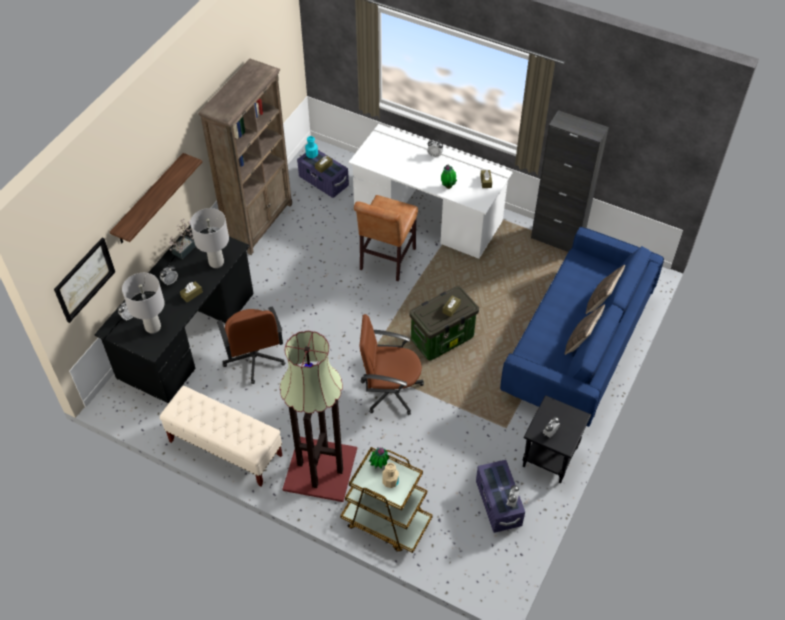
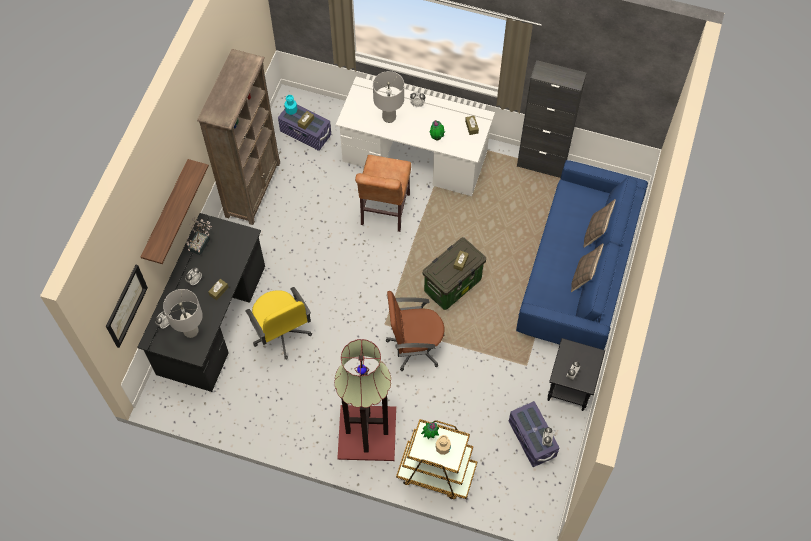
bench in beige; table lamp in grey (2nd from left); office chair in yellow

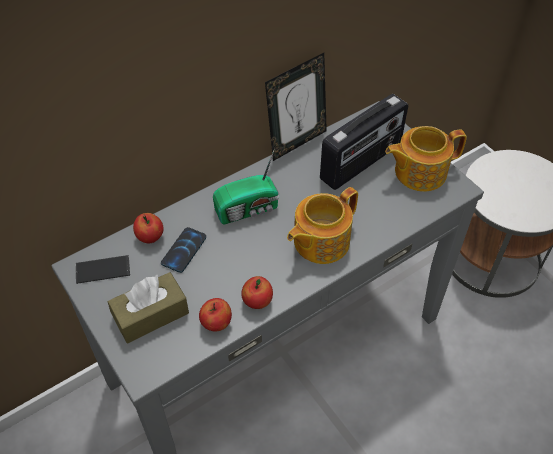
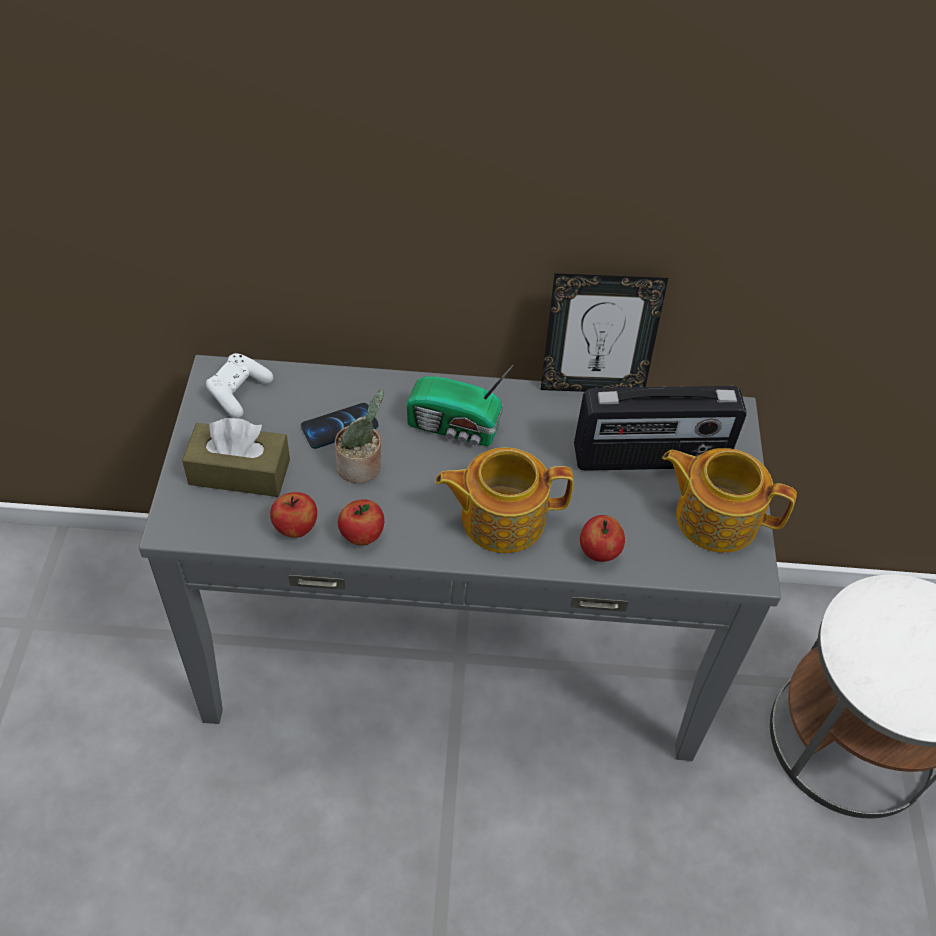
potted plant; apple (3rd from left); game controller in white

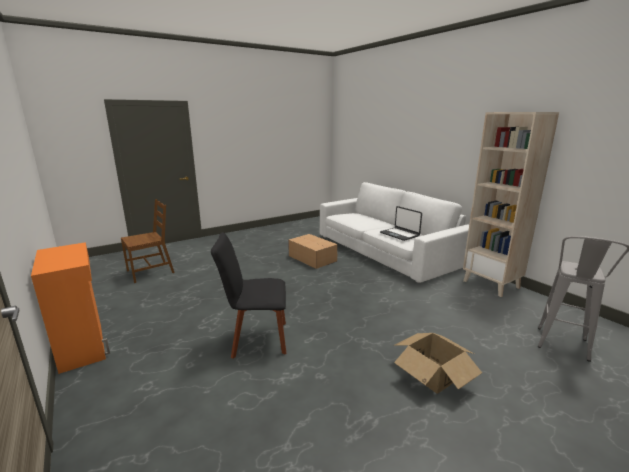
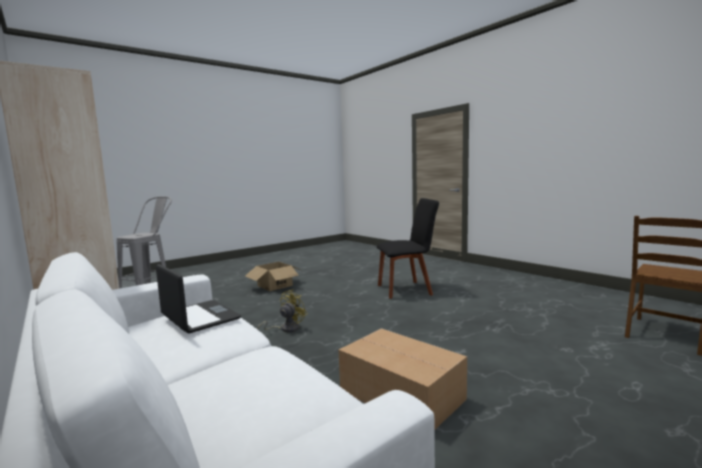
cabinet in orange; fan in yellow

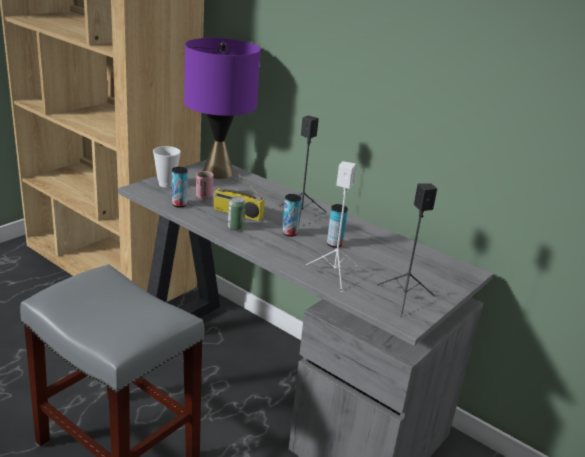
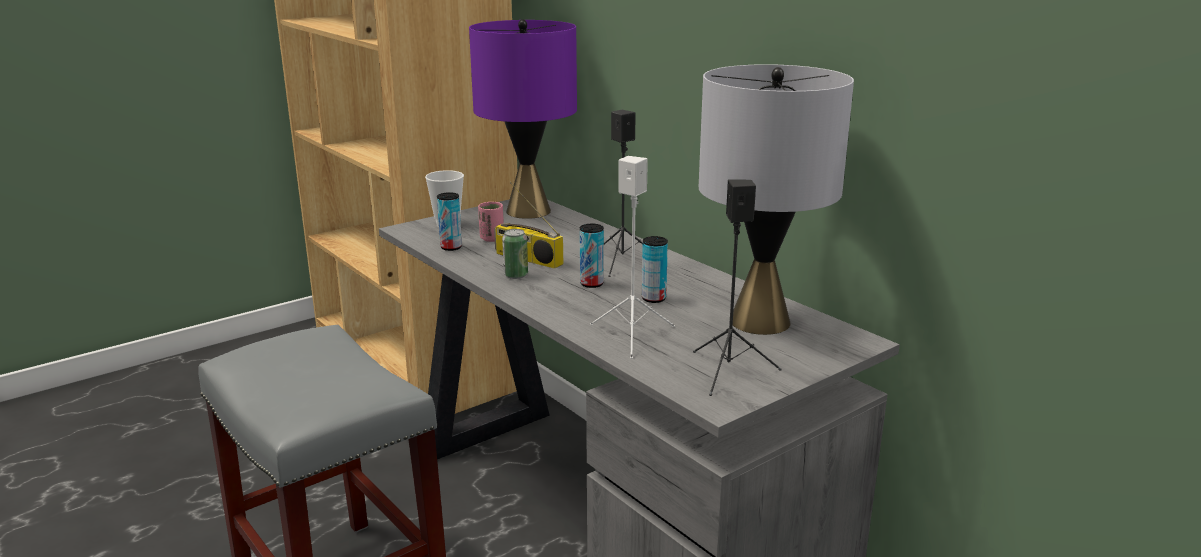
table lamp in grey

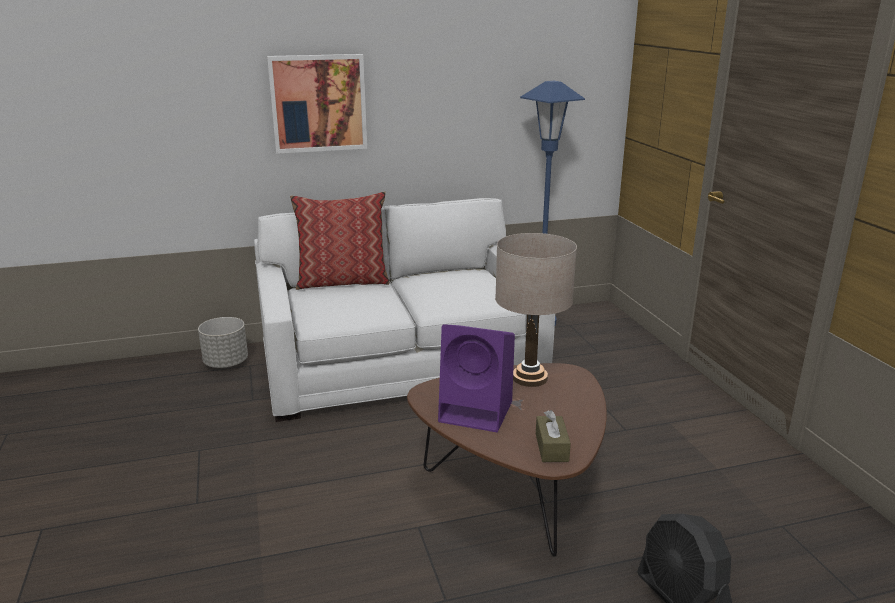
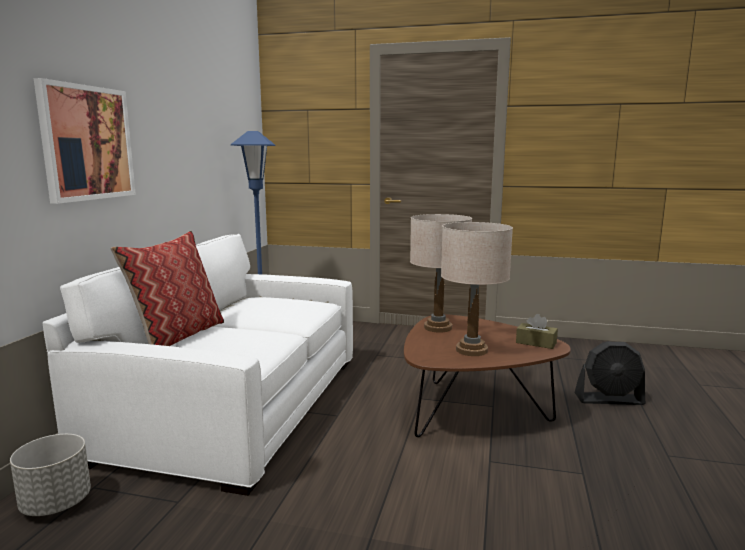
table lamp in beige (2nd from left)

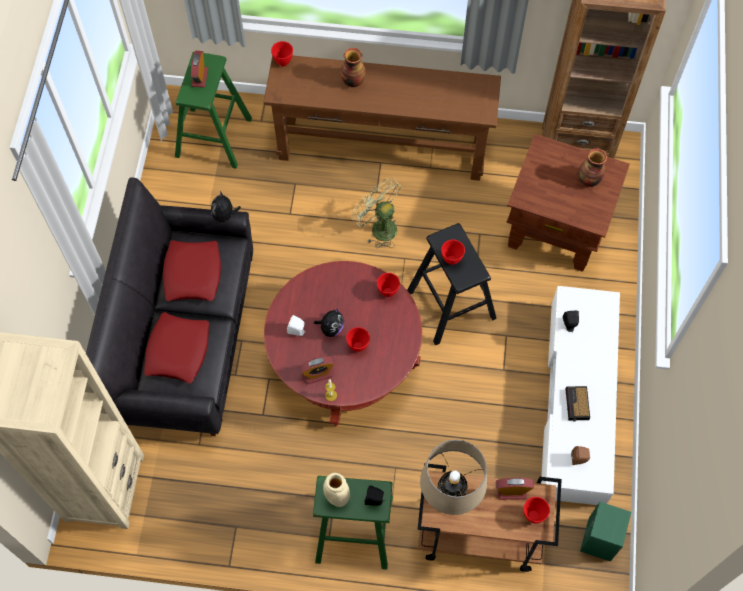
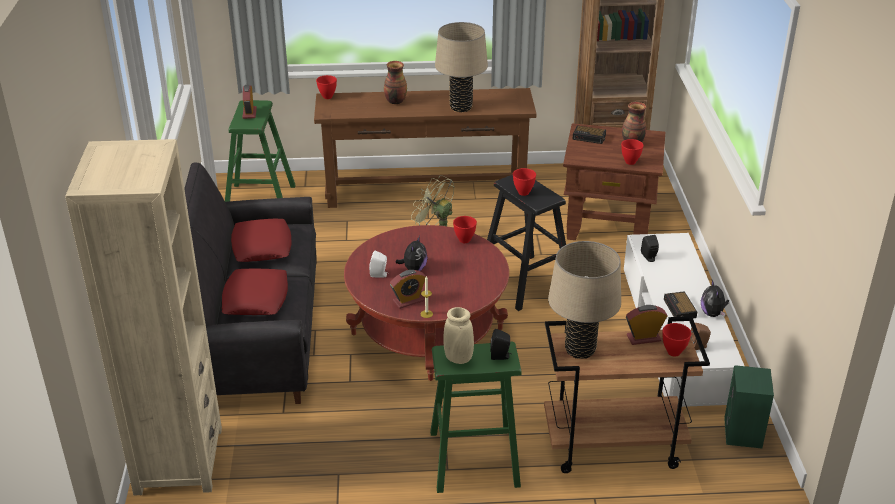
table lamp in beige (1st from left); alarm clock (3rd from left); plush toy (2nd from left); bowl in red (4th from left)

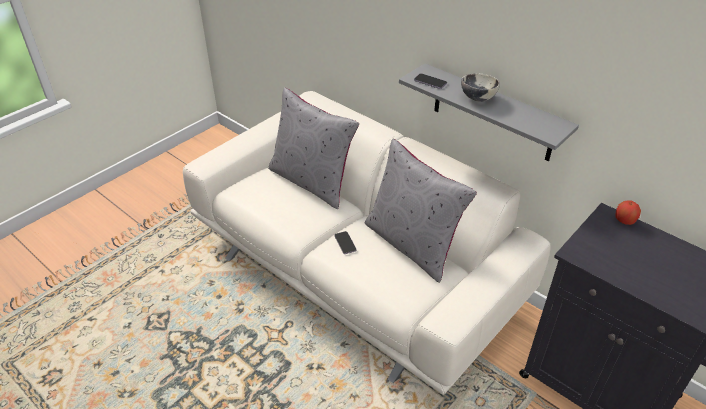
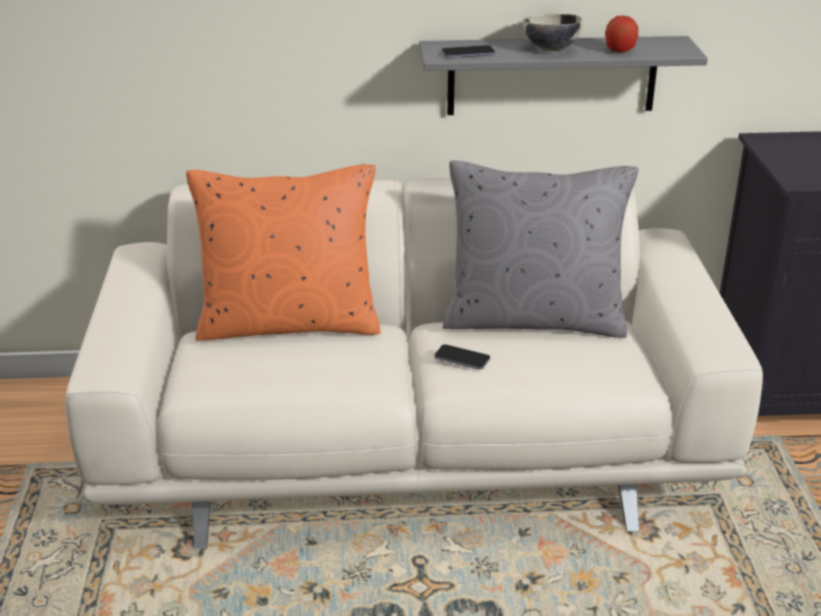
apple; pillow in orange

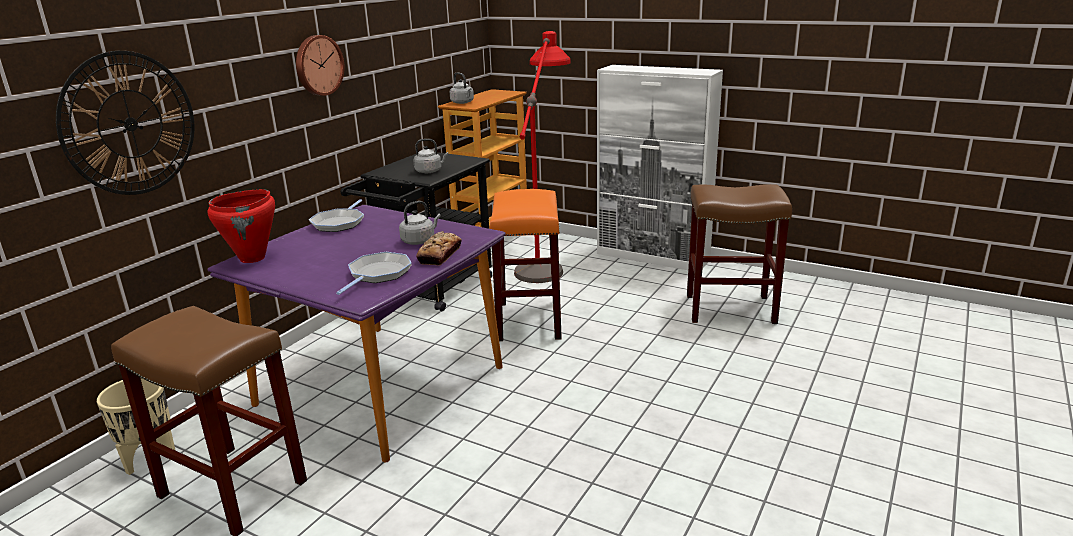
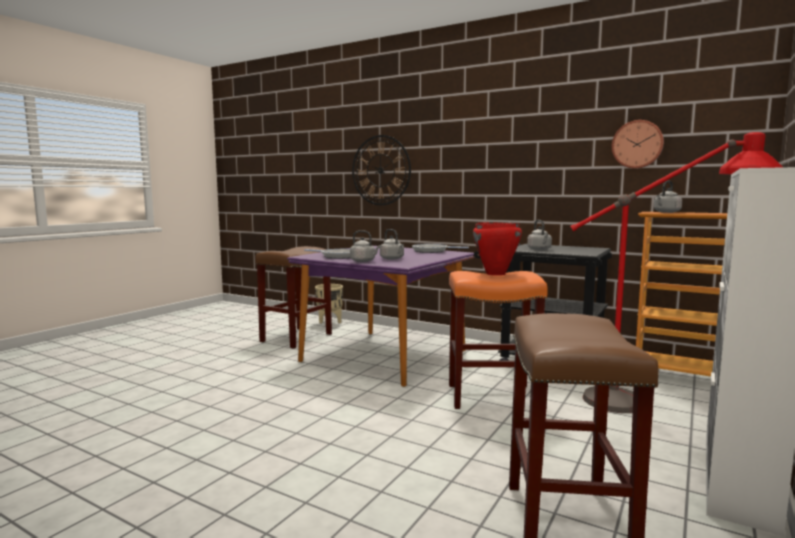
cooking pot in red; wall clock (2nd from left); kettle in grey (1st from left)

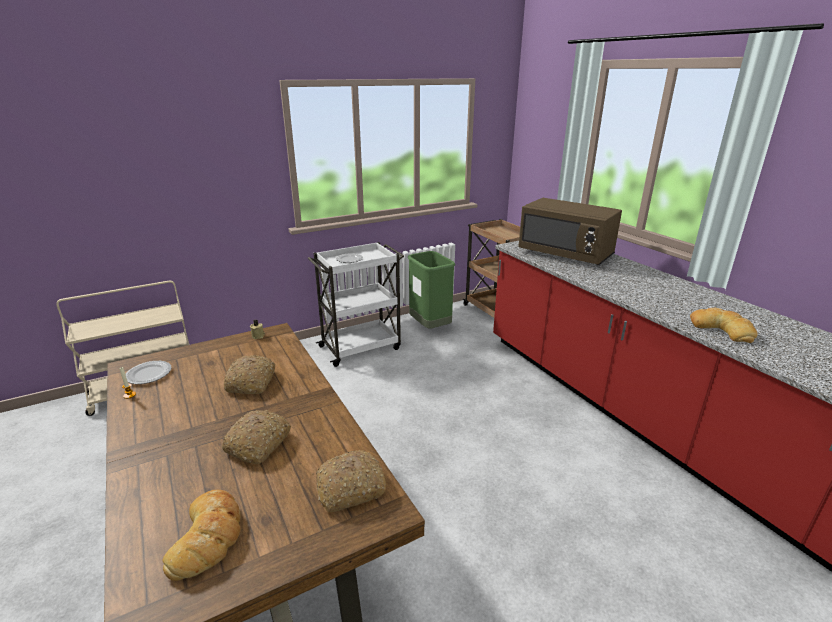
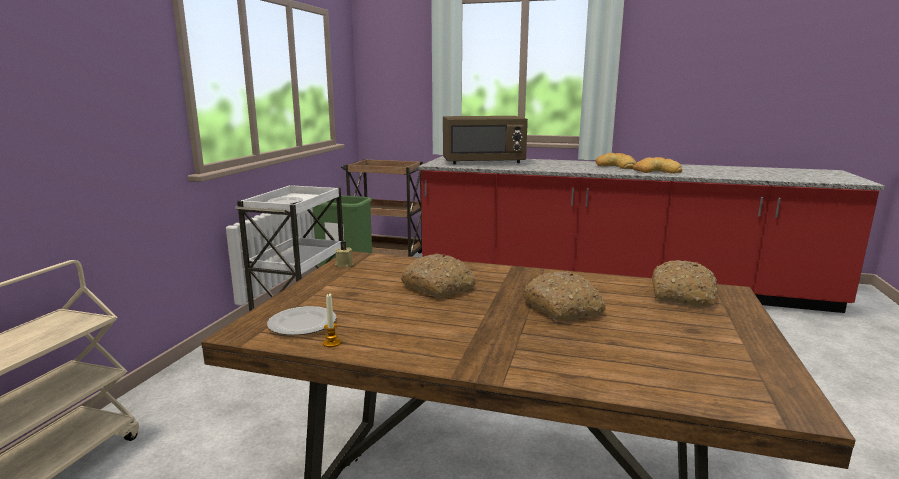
bread (3rd from left)

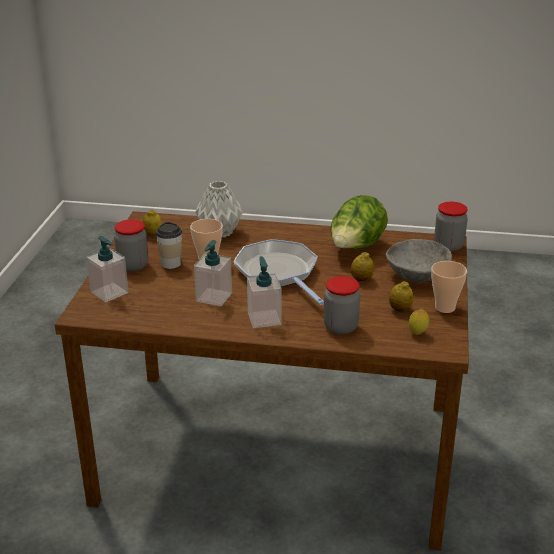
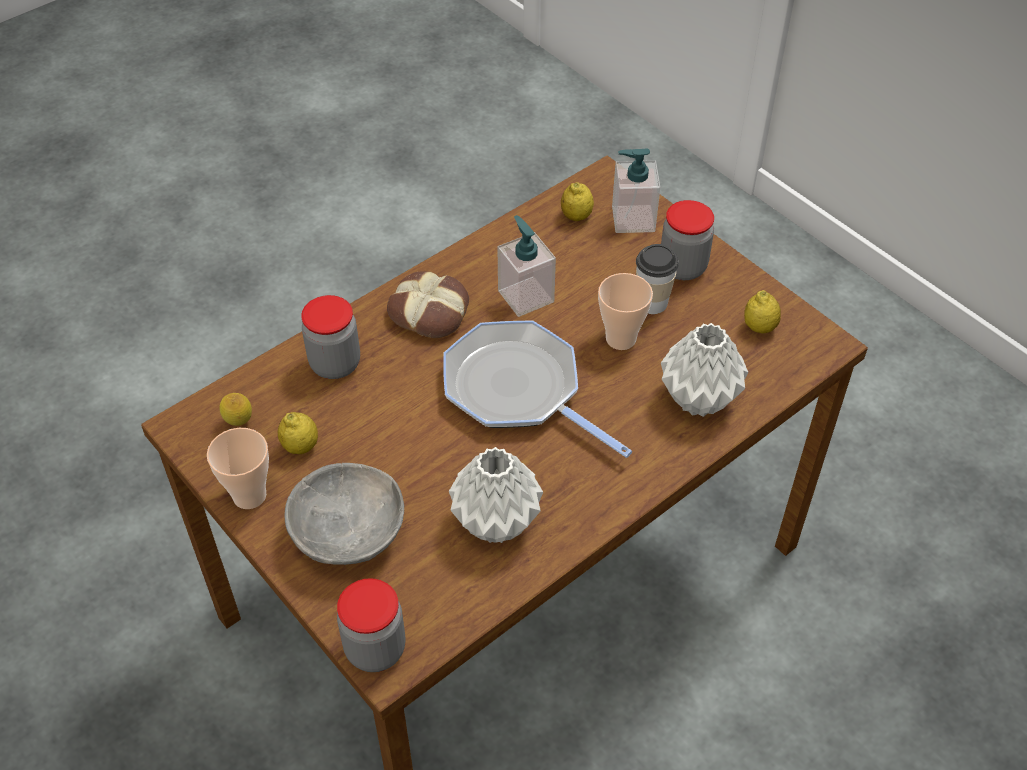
lemon (3rd from left); bread; vase in grey (1st from left); frying pan

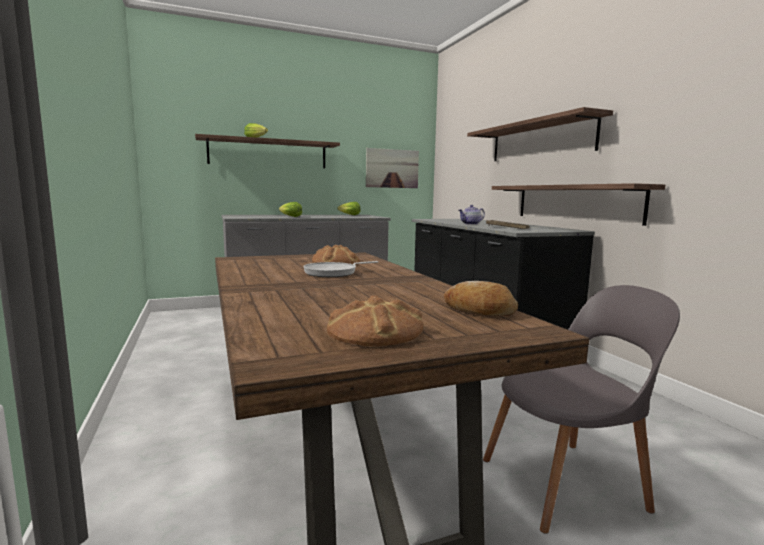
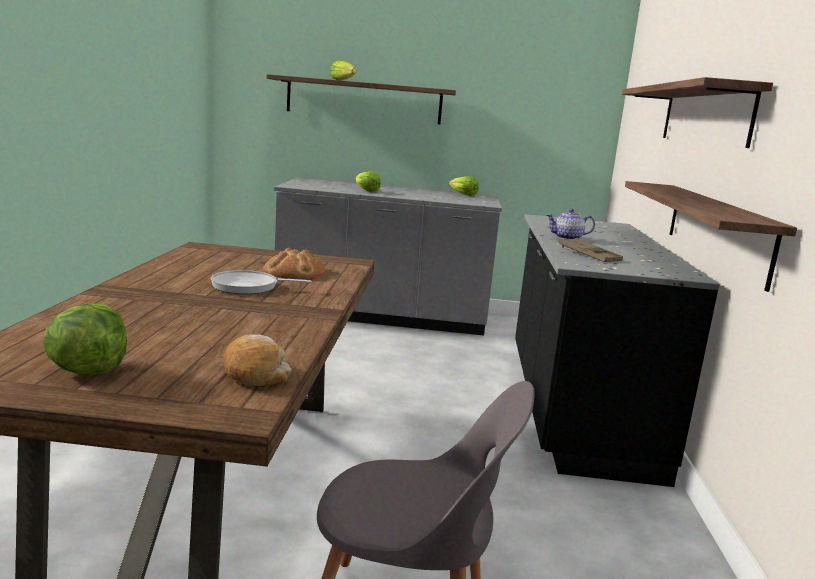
picture; lettuce (1st from left)

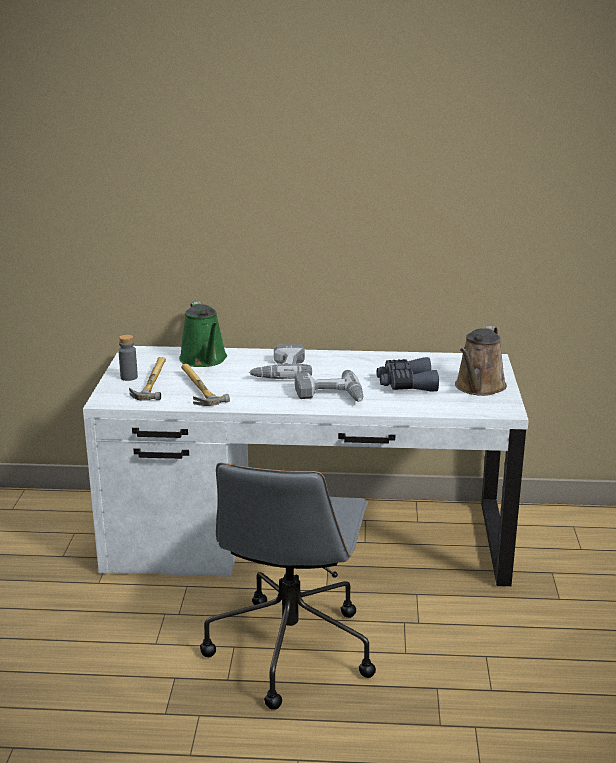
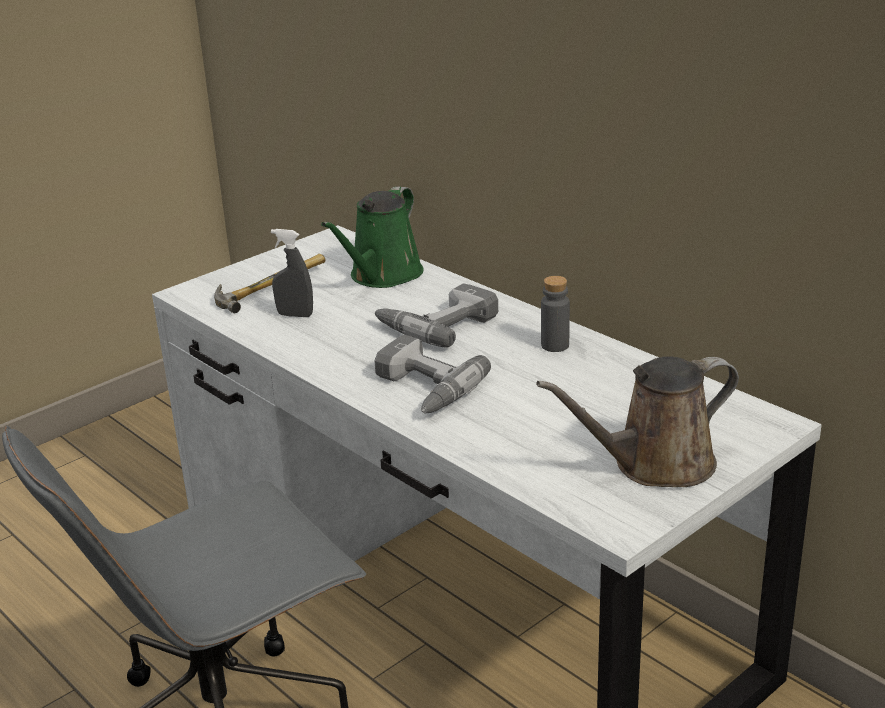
binoculars in grey; bottle in grey; spray bottle in grey

